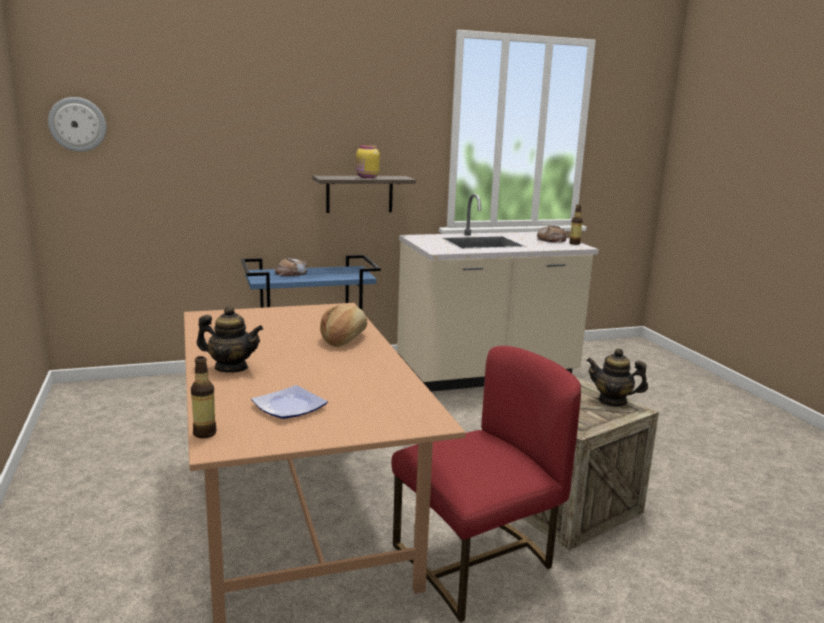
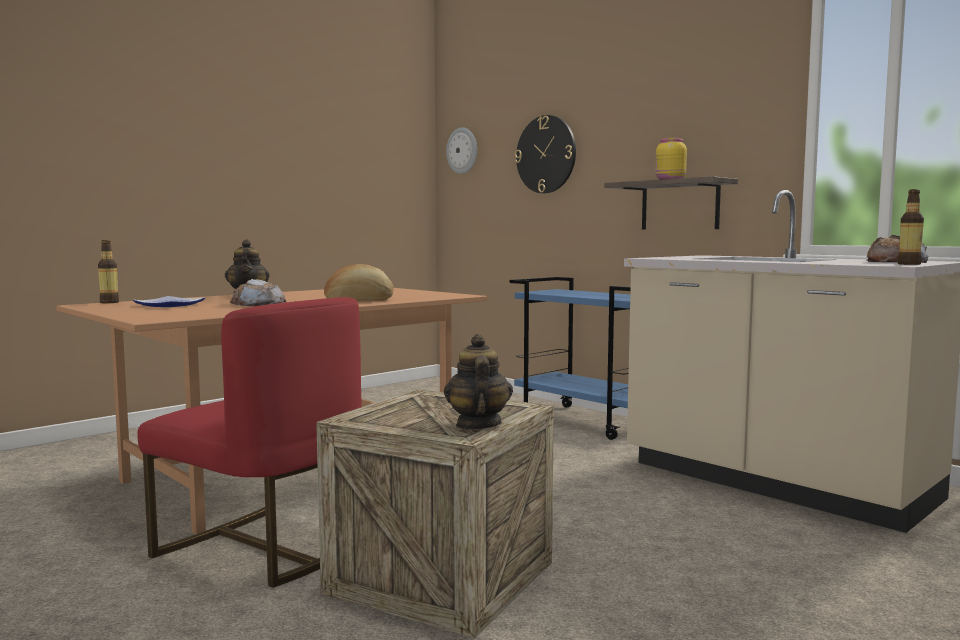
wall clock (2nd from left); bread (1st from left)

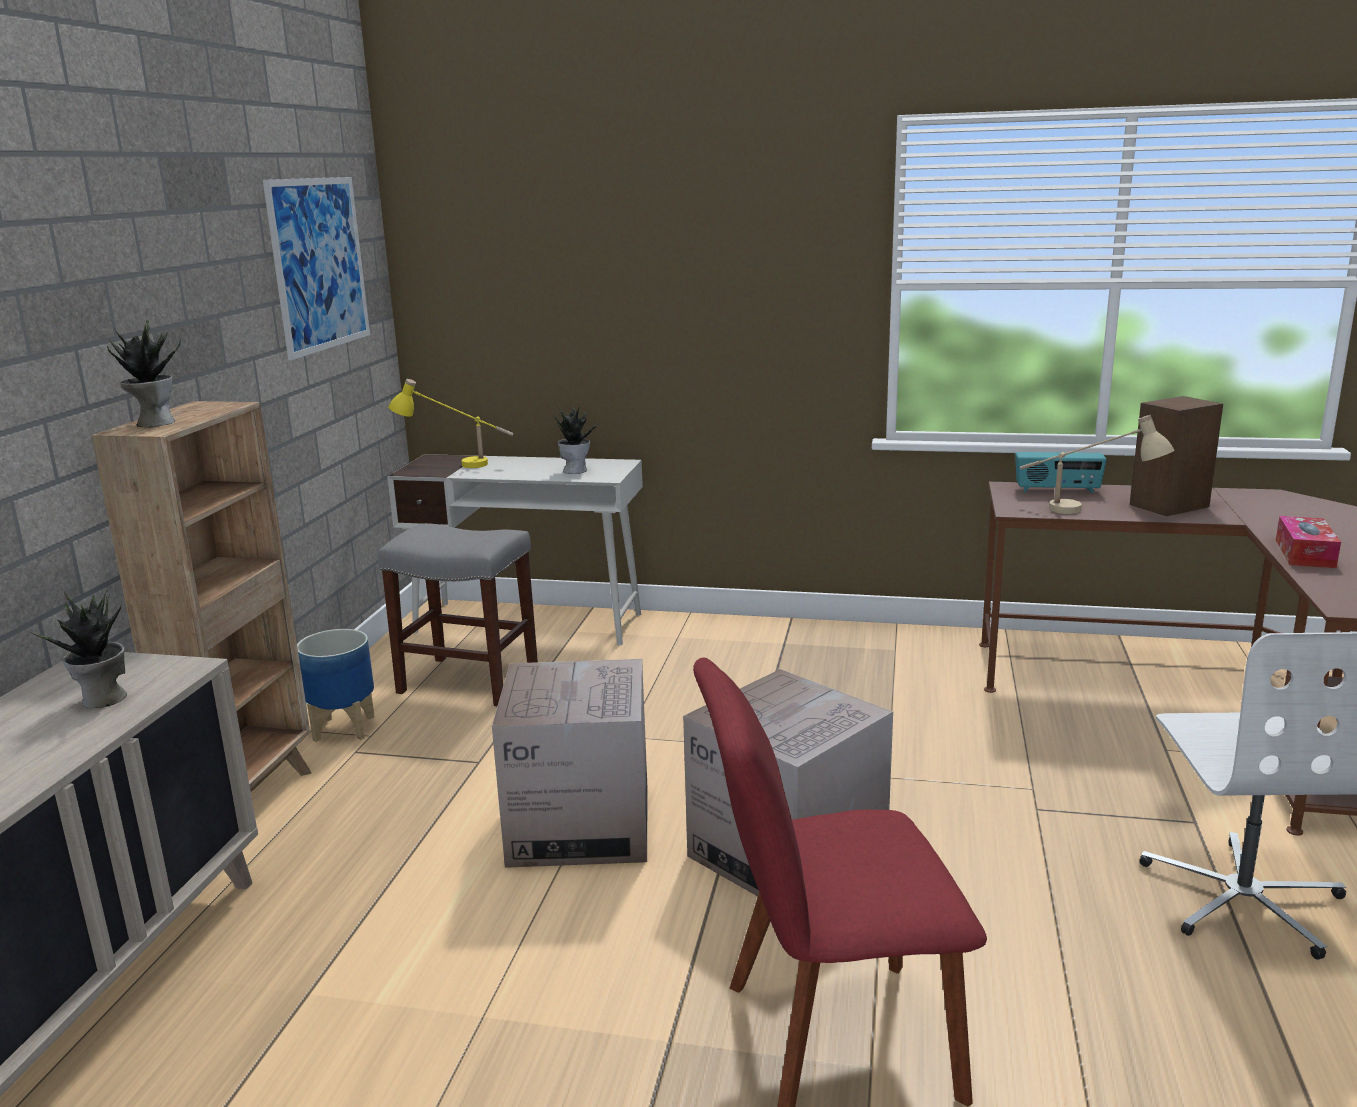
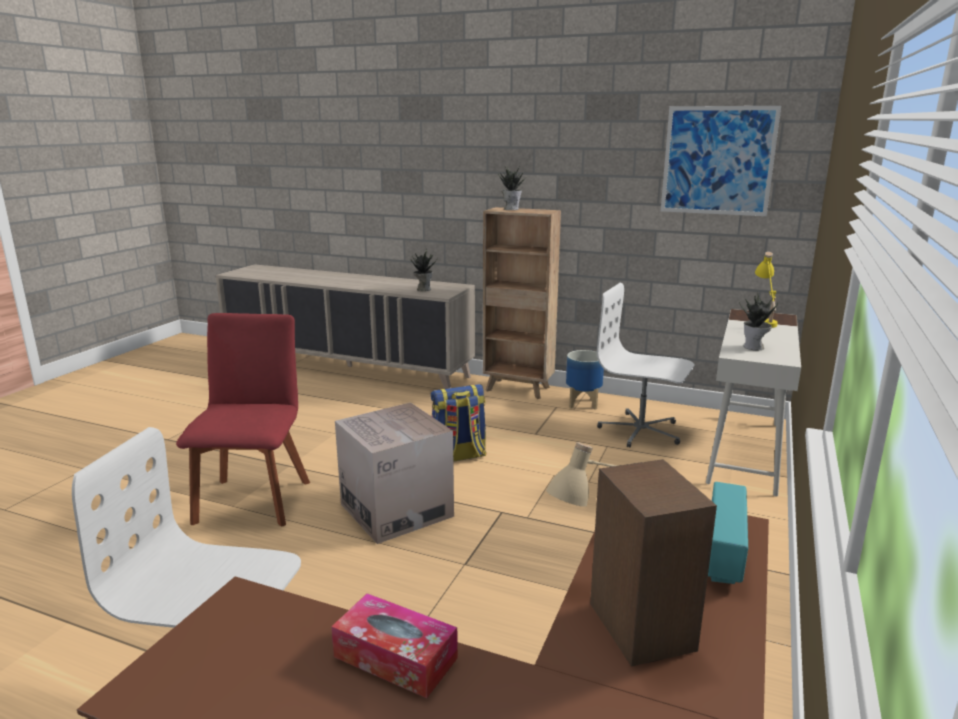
office chair in white (2nd from left); backpack

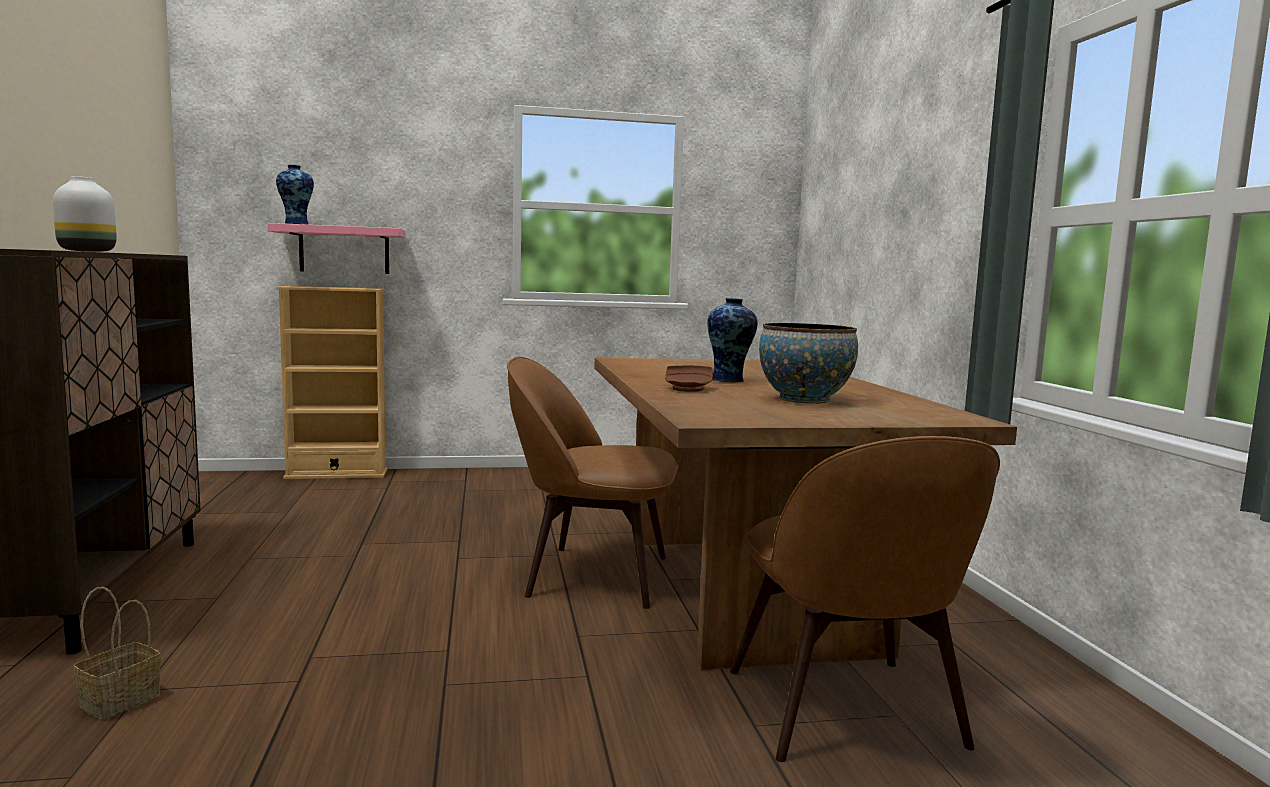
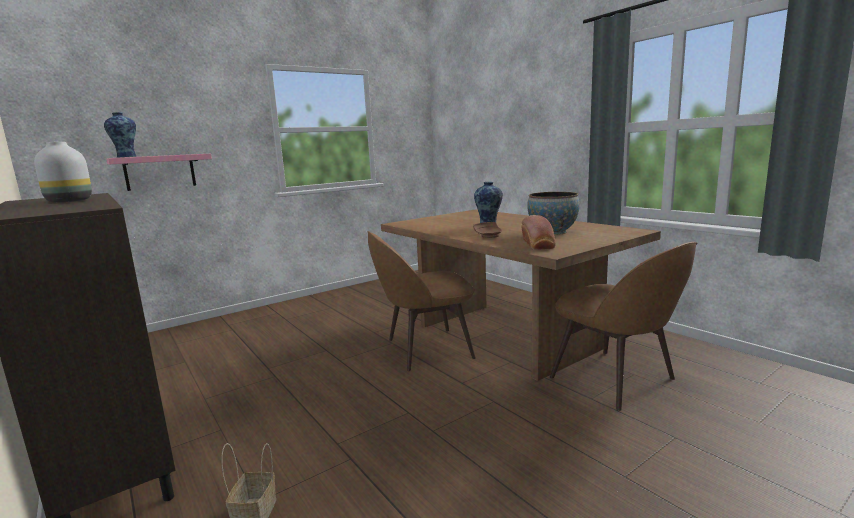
bookcase in beige; bread

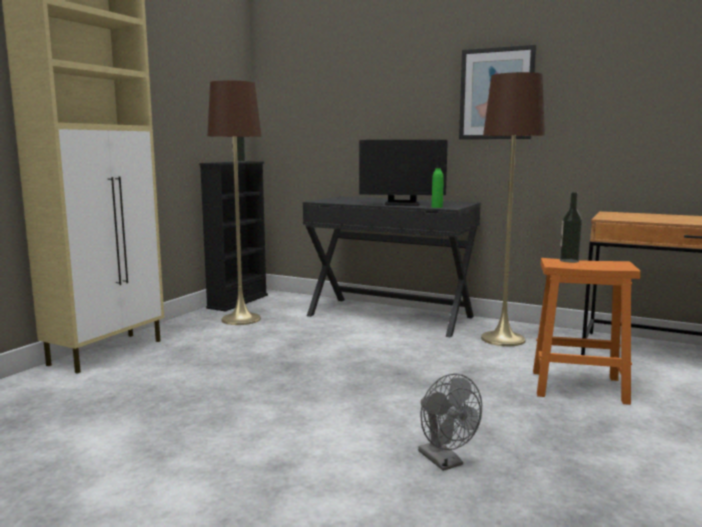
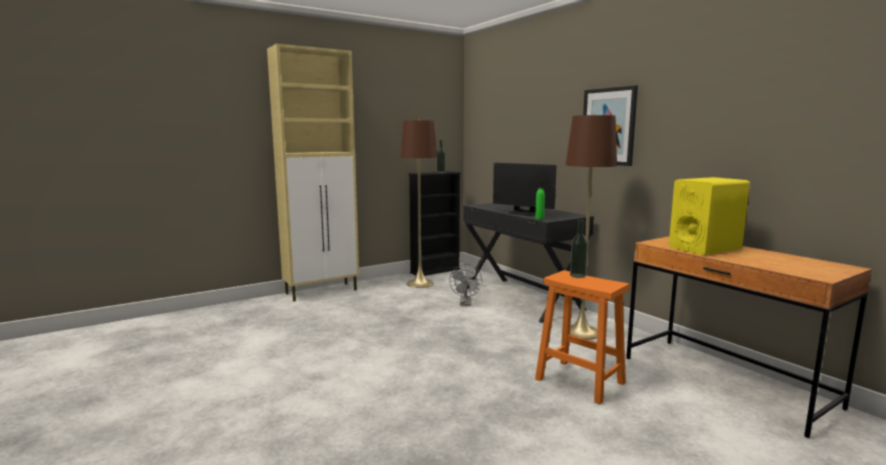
speaker in yellow; fan in grey

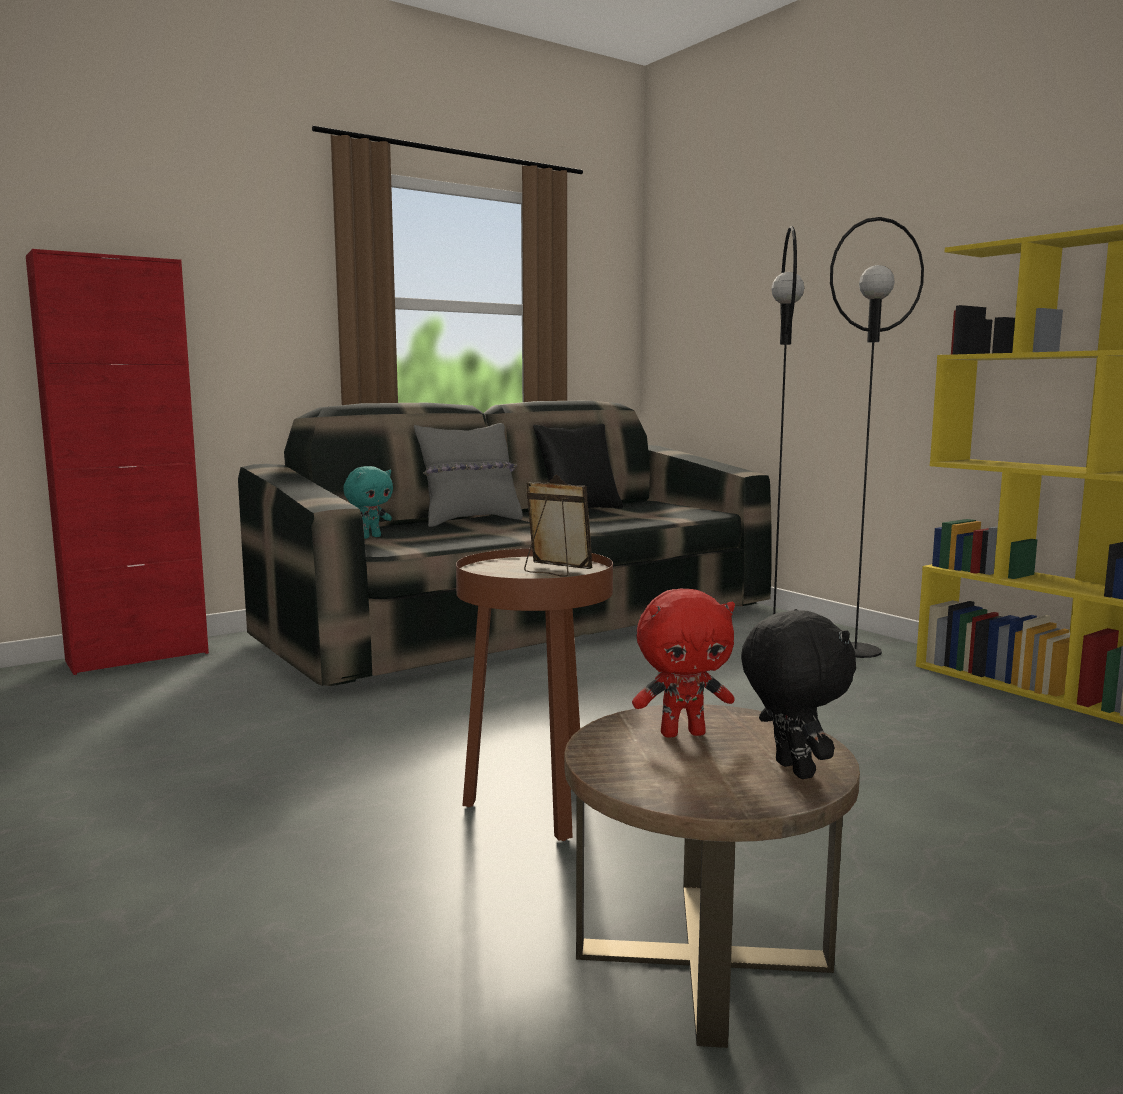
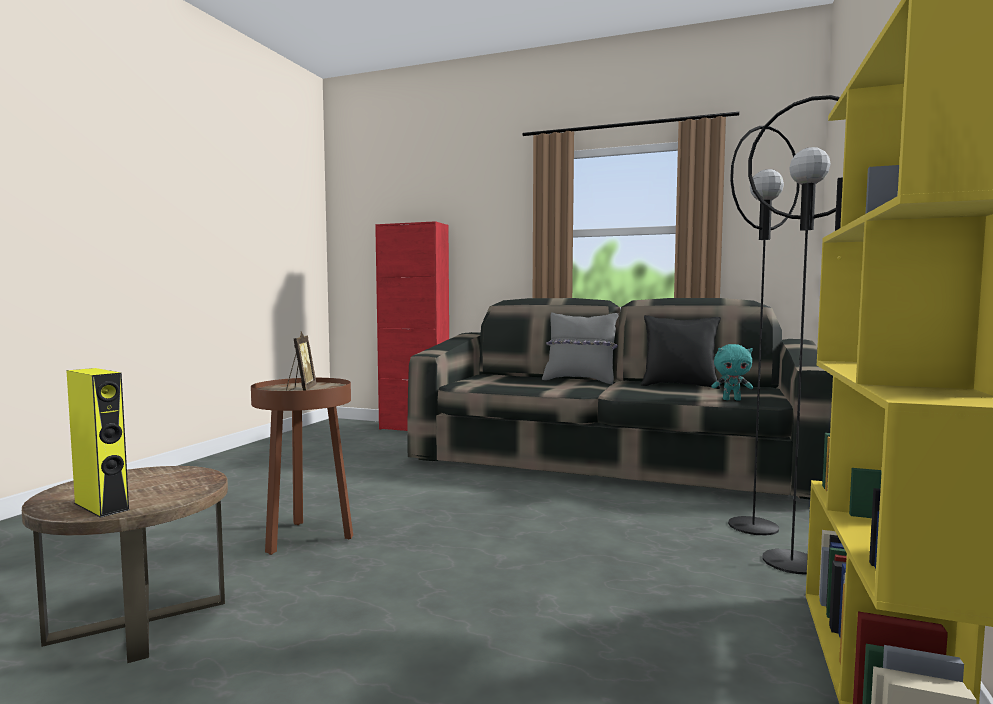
plush toy in red; plush toy in turquoise; speaker in yellow

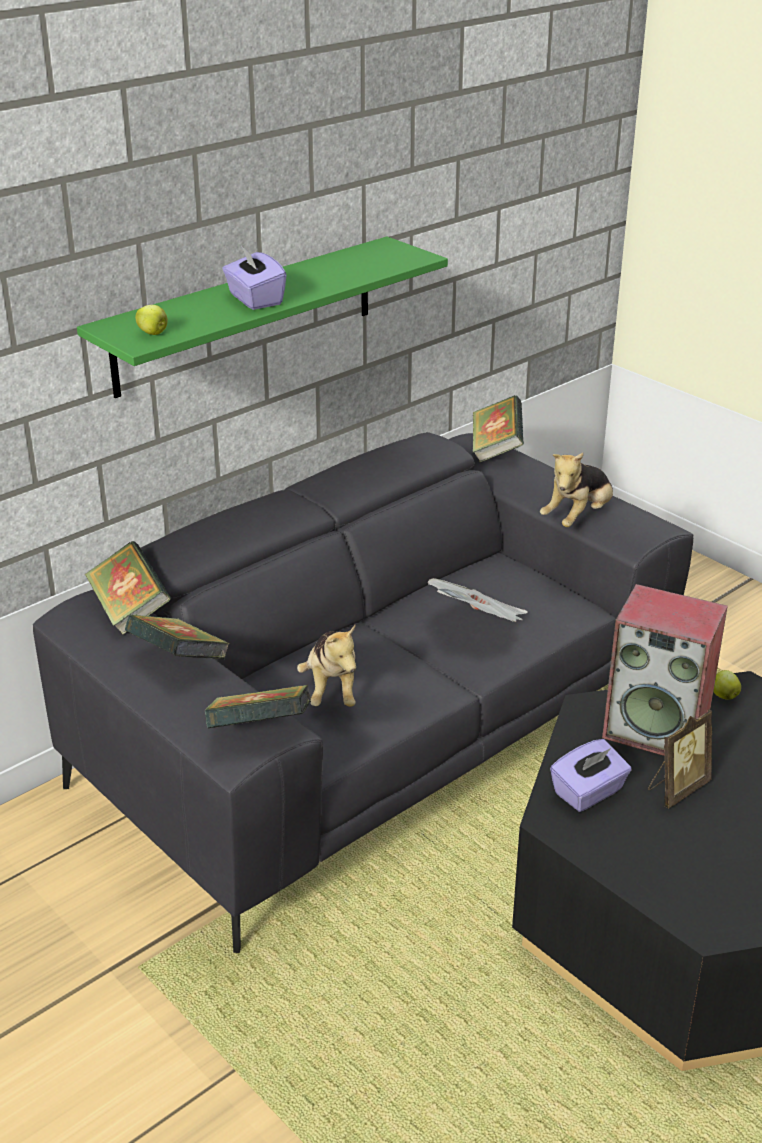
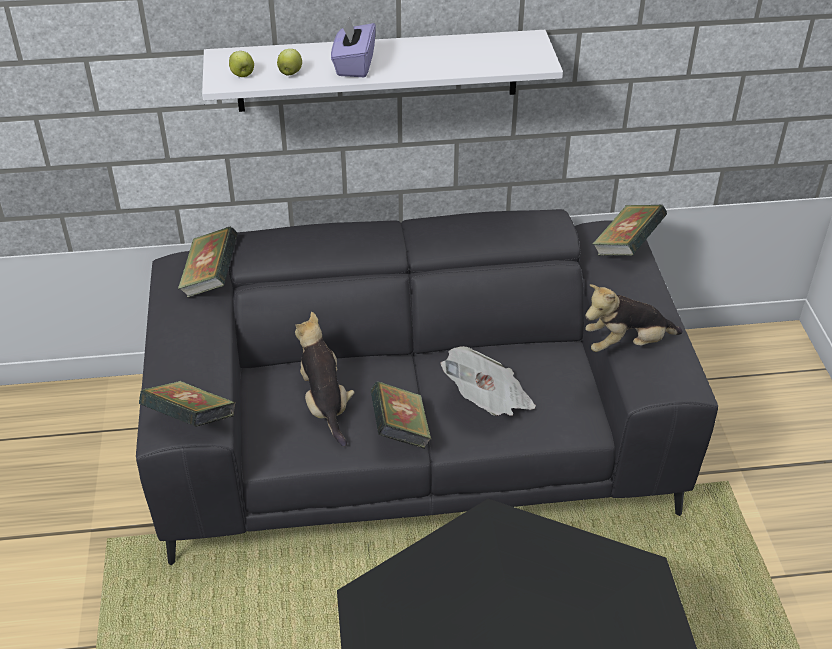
tissue box in purple (2nd from left in the first image); speaker; picture frame; book (3rd from left); apple (2nd from left); shelf in white; plush toy (1st from left)

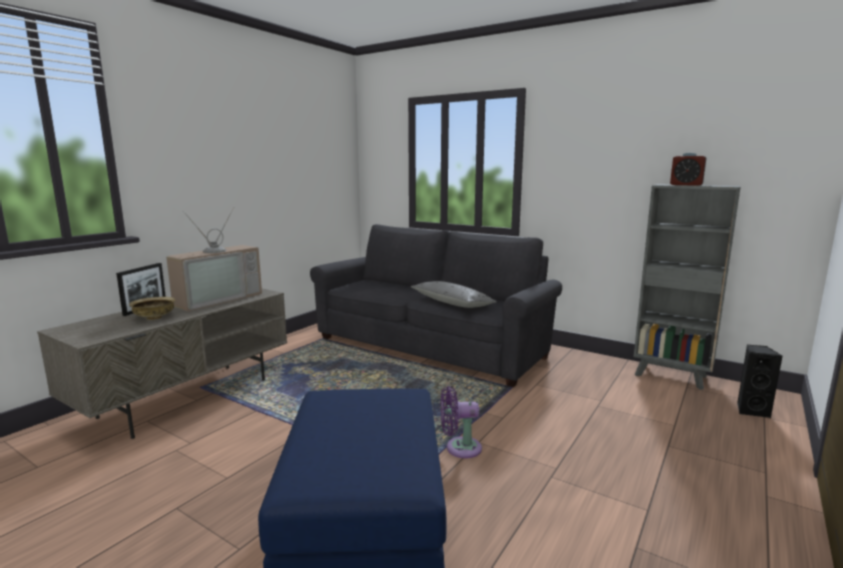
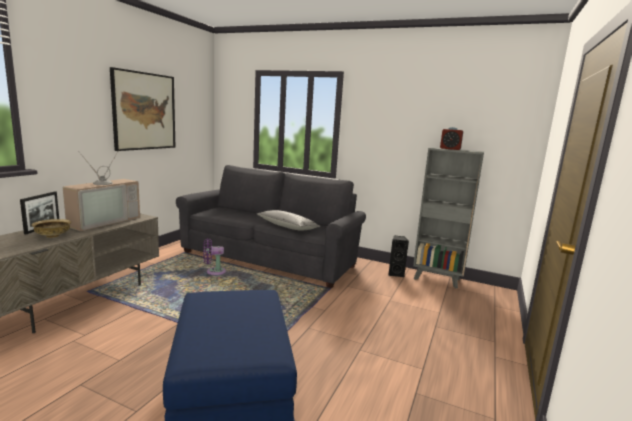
picture; fan in purple; speaker in black

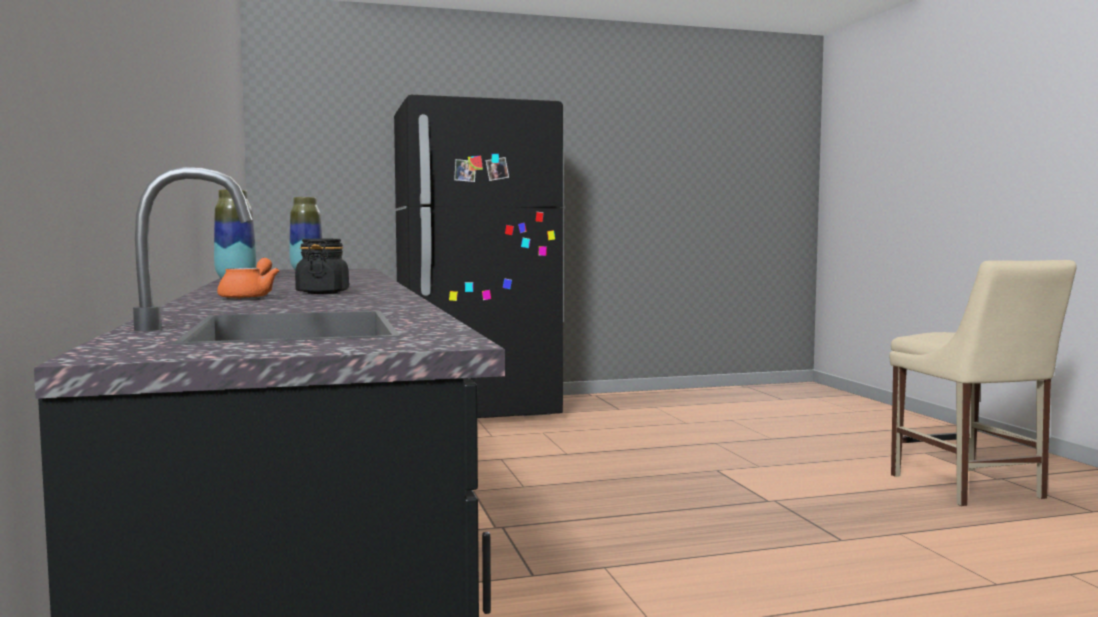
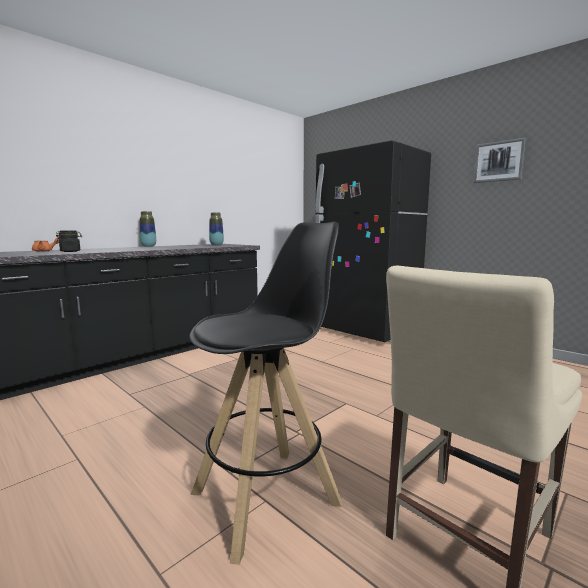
stool in black; picture

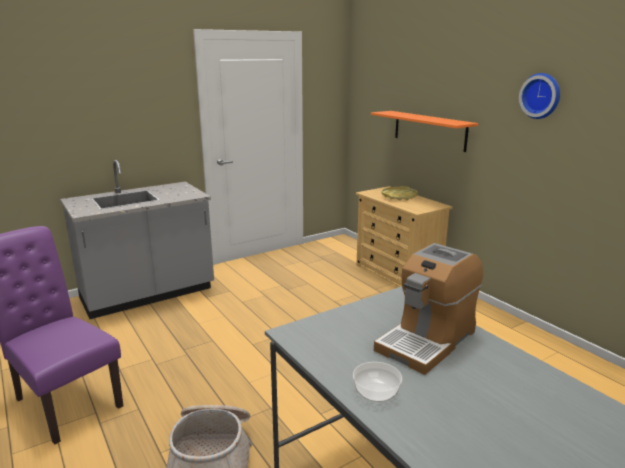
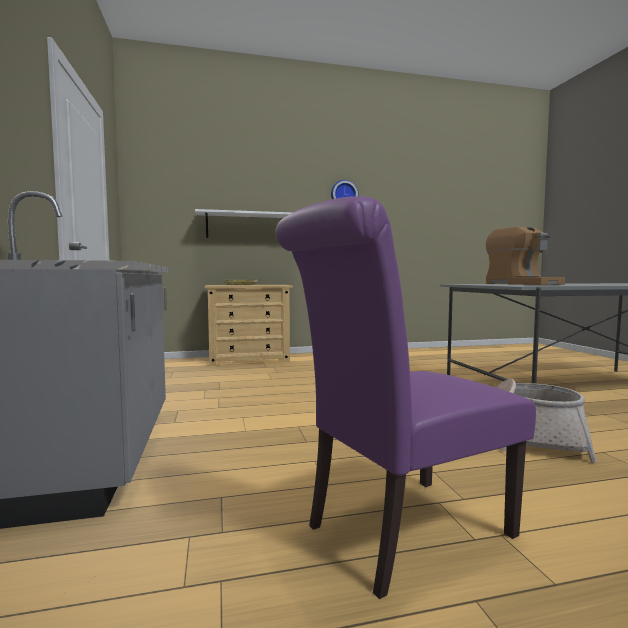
bowl; shelf in white

